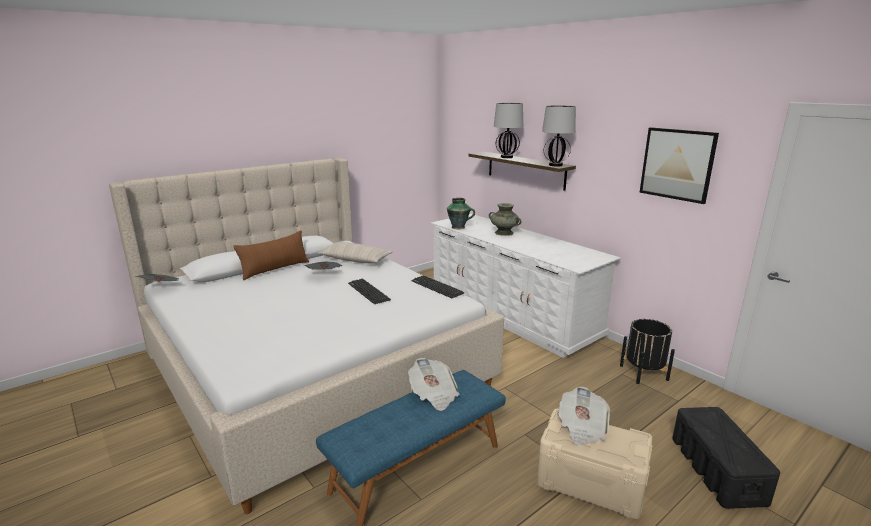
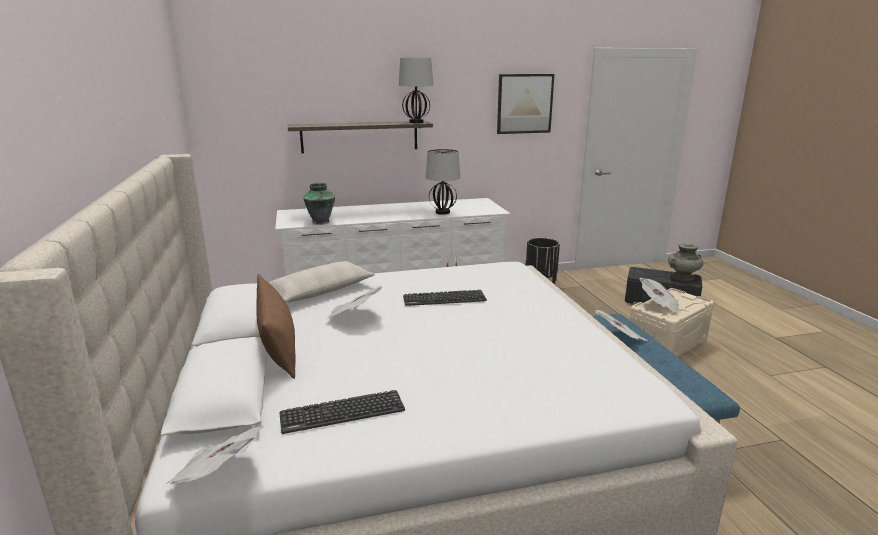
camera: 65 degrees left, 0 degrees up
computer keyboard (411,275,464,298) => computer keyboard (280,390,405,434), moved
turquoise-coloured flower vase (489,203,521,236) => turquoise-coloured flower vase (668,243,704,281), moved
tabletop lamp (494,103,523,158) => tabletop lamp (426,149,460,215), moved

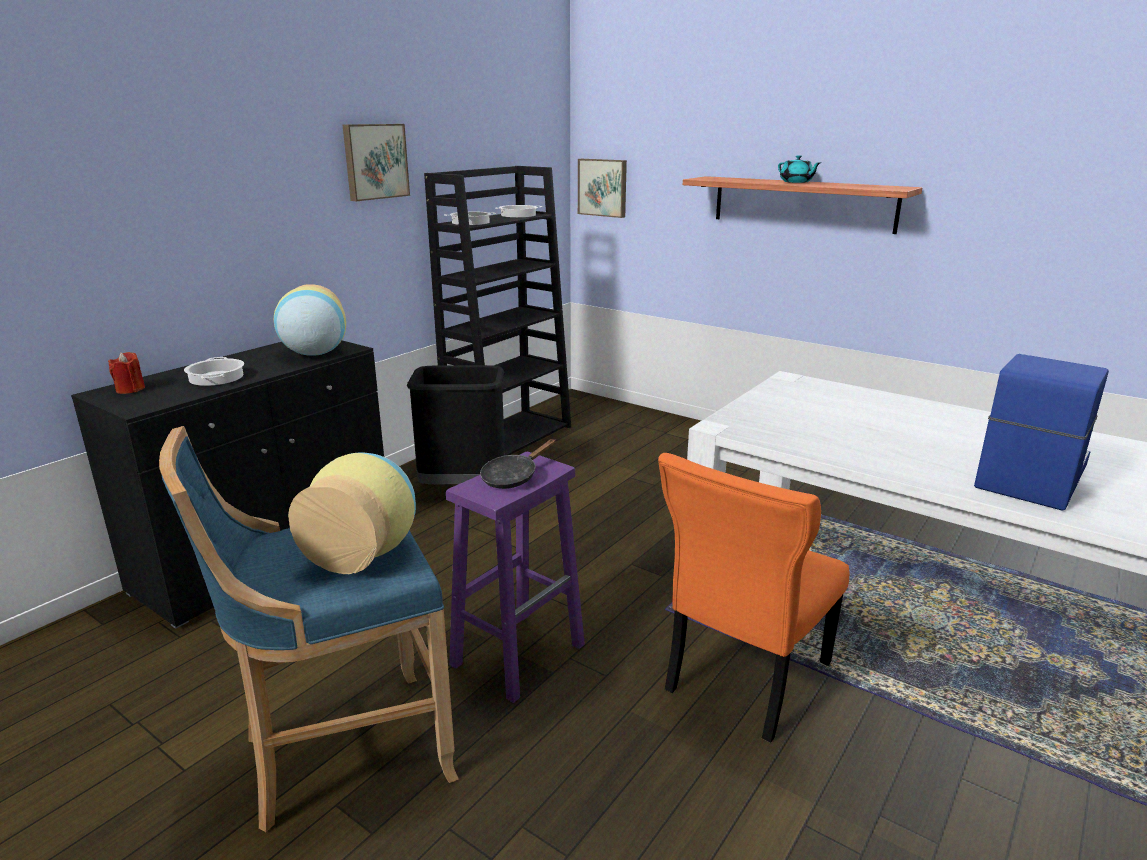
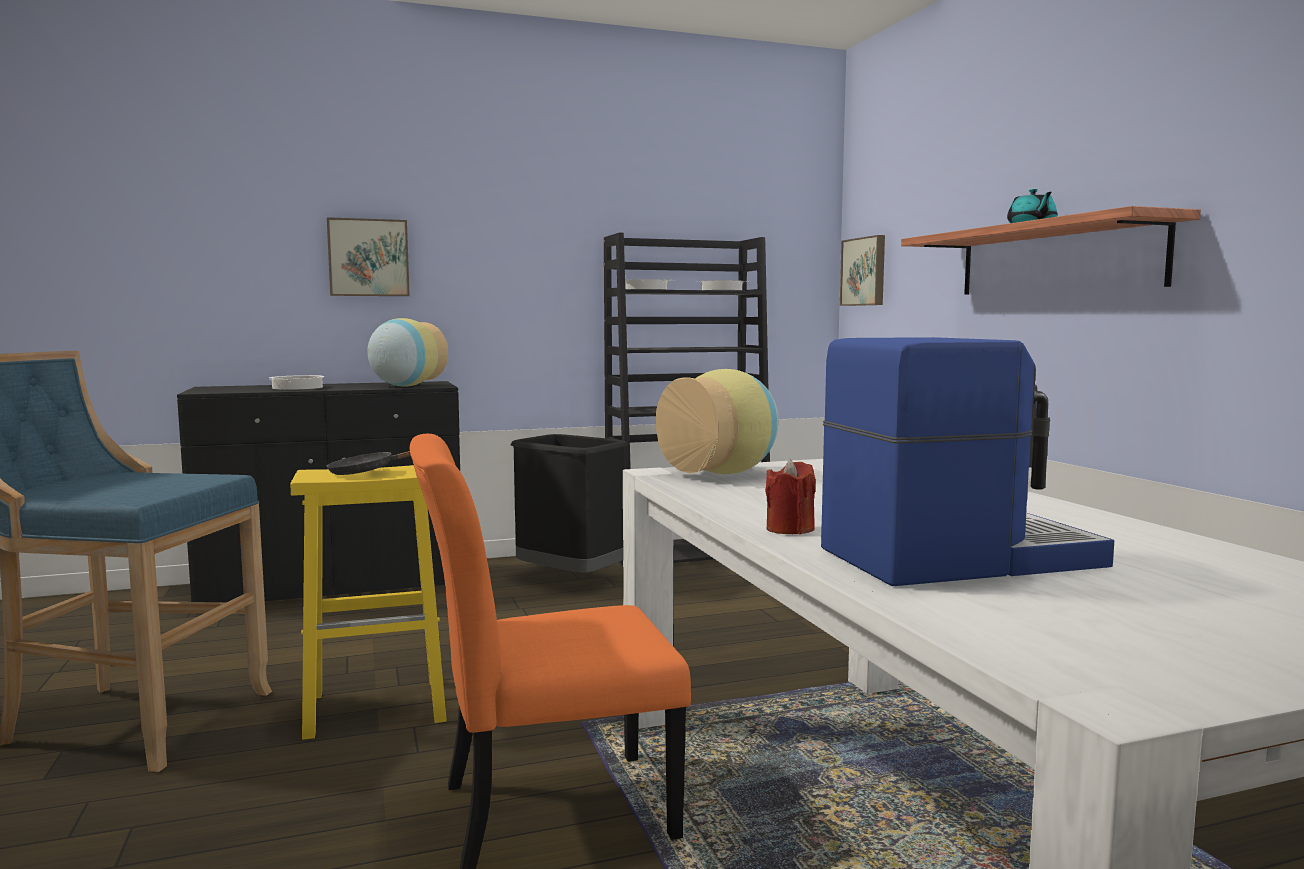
camera: 35 degrees right, 15 degrees down
red candle (108,352,145,394) => red candle (765,459,816,534), moved
flower vase (288,452,416,574) => flower vase (656,369,779,474), moved
wall picture (343,124,410,201) => wall picture (327,217,410,296), moved
purple-coloured stool seat (446,452,585,703) => yellow-coloured stool seat (291,465,447,740)

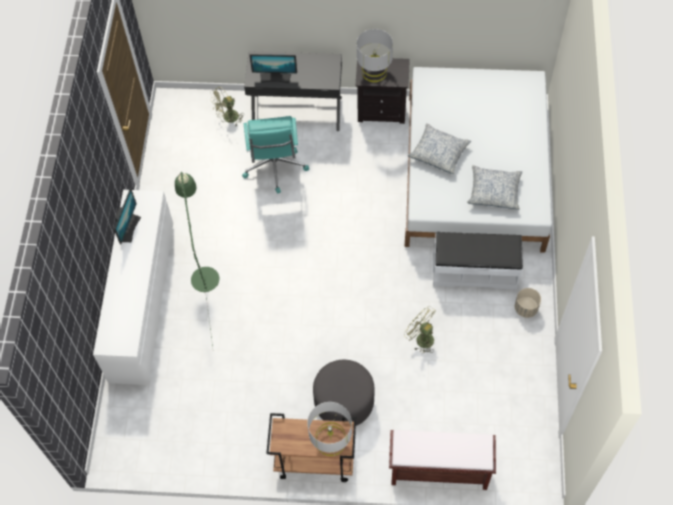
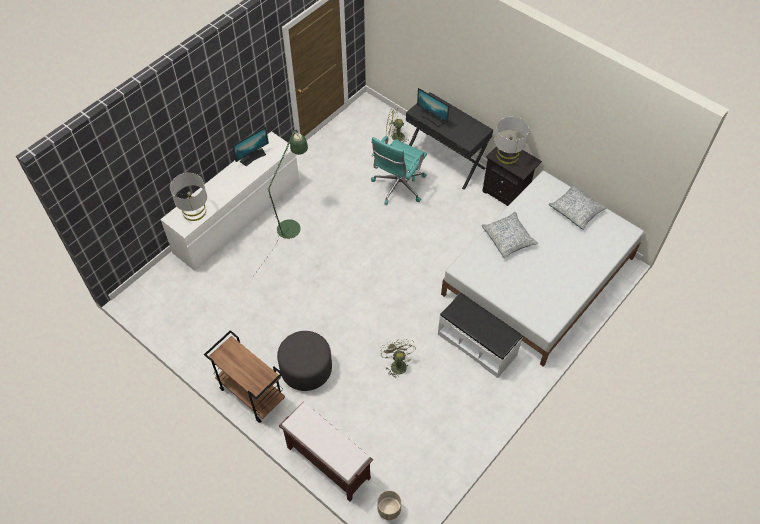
camera: 35 degrees right, 5 degrees down
greyish tabletop lamp (307,402,352,456) => greyish tabletop lamp (170,173,207,221), moved
throw pillow (467,165,522,209) => throw pillow (549,184,607,230), moved
beige plant pot (515,288,541,318) => beige plant pot (377,491,401,520), moved

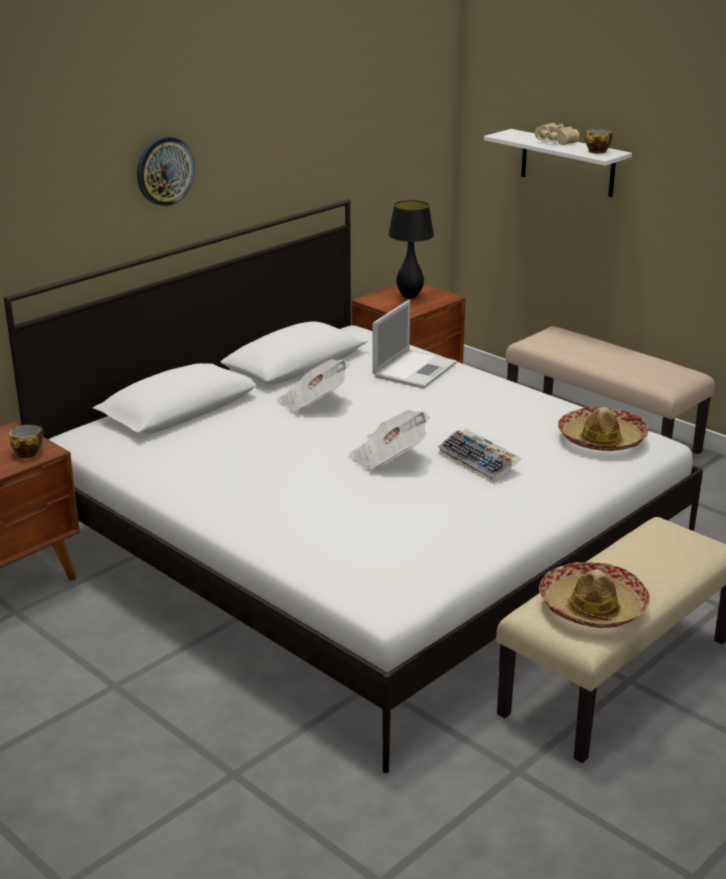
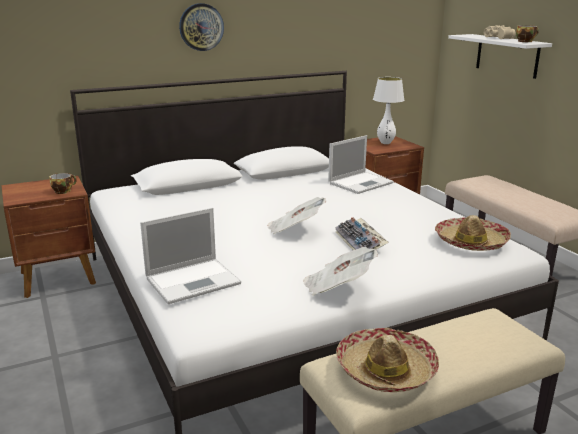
camera: 20 degrees right, 5 degrees down
nothing => laptop (140,208,241,304)
daily paper (277,359,350,412) => daily paper (303,246,378,296), moved
black tabletop lamp (388,200,434,299) => whitish tabletop lamp (373,77,404,144)

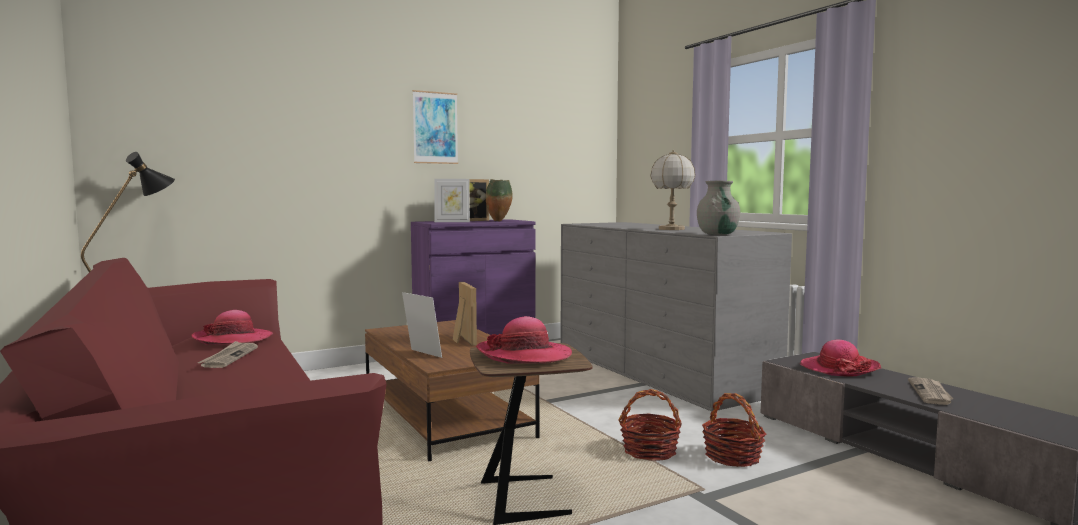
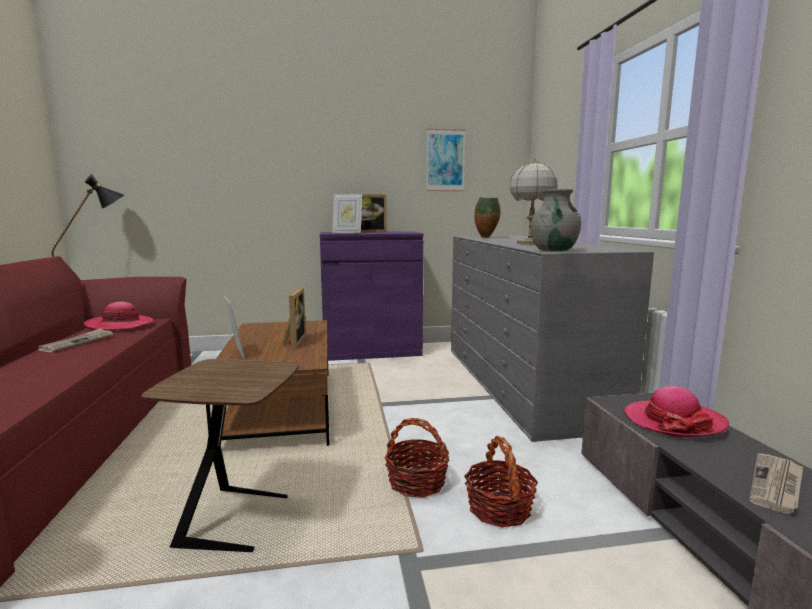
camera: 20 degrees right, 5 degrees up
hat (476,316,572,363) => nothing
wall picture (412,90,458,164) => wall picture (426,129,465,191), moved
flower vase (486,179,513,221) => flower vase (474,197,501,238), moved

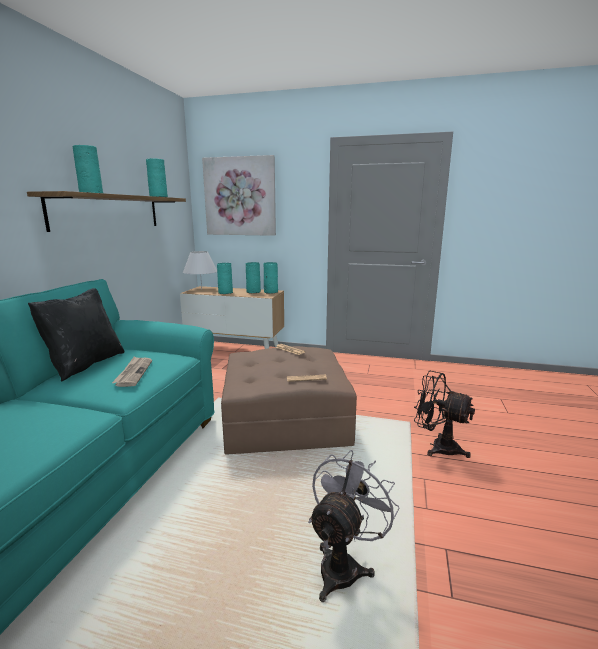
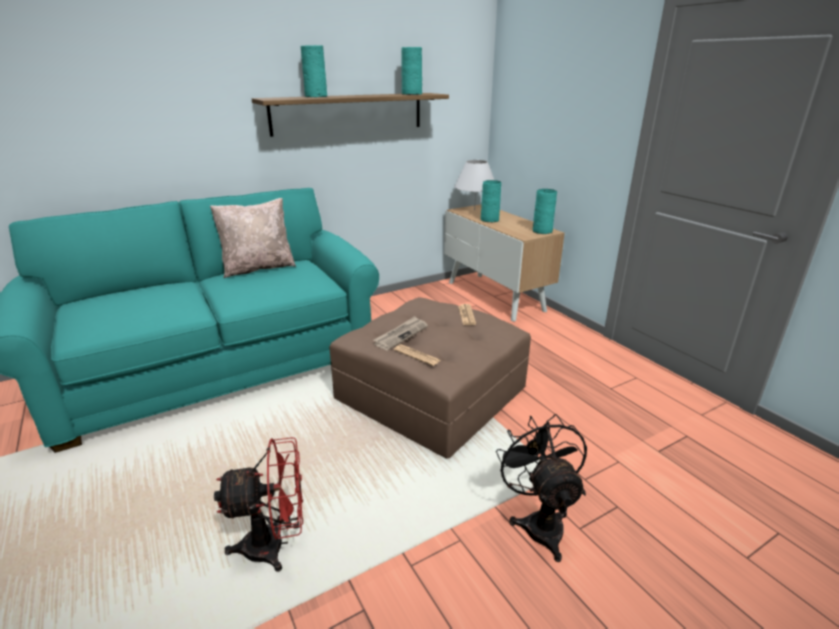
camera: 45 degrees right, 10 degrees up
wall picture (202,155,276,236) => nothing
turquoise-coloured flower vase (246,262,261,293) => nothing
daily paper (112,357,152,387) => daily paper (373,316,428,350), moved
black throw pillow (28,288,124,382) => beige throw pillow (210,198,296,278)
greyish electric fan (308,450,400,602) => red electric fan (214,437,303,572)

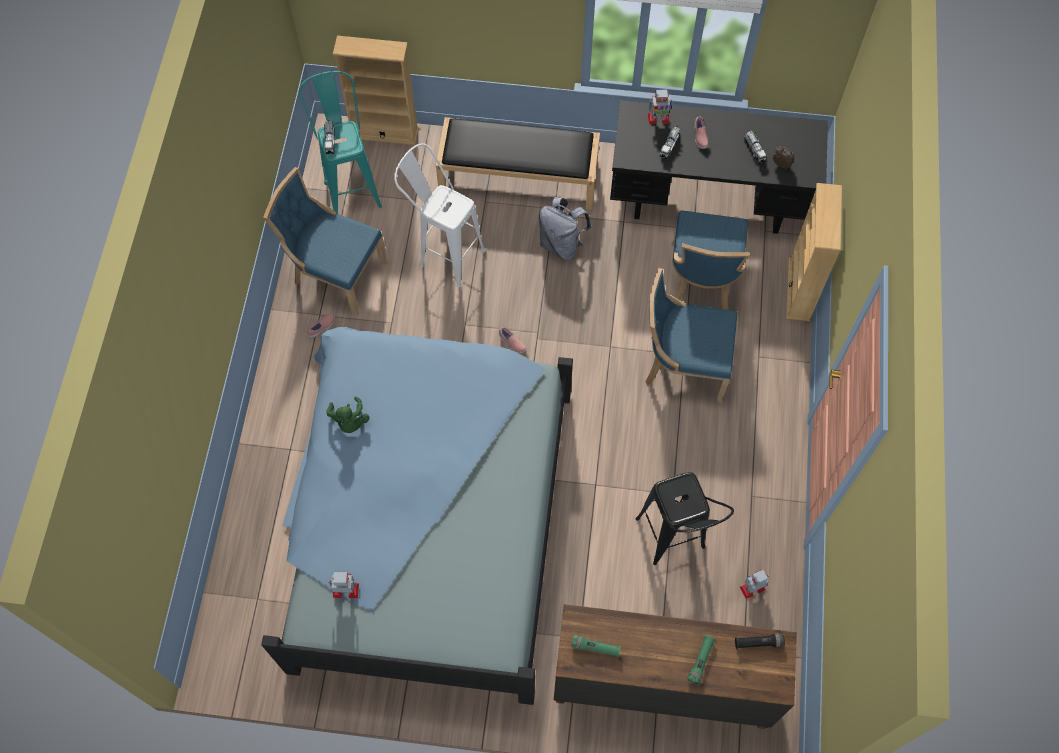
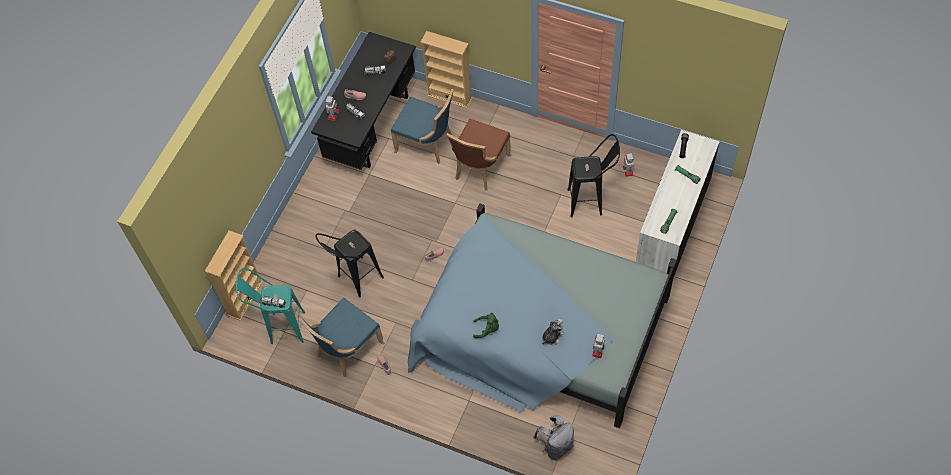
camera: 70 degrees left, 5 degrees down
black indoor bench (436,117,600,210) => nothing
nothing => cuddly toy (542,319,564,345)
greyish backpack (539,197,591,260) => greyish backpack (534,415,574,460), moved
whitish stool seat (394,143,485,287) => black stool seat (315,230,384,297)
brownish chest of drawers (554,604,797,729) => whitish chest of drawers (636,130,720,275)
bluish upright chair (645,268,737,403) => brownish upright chair (446,119,511,191)

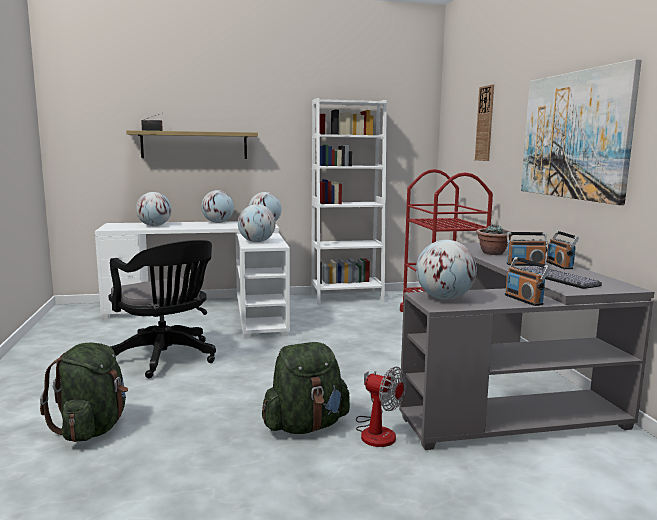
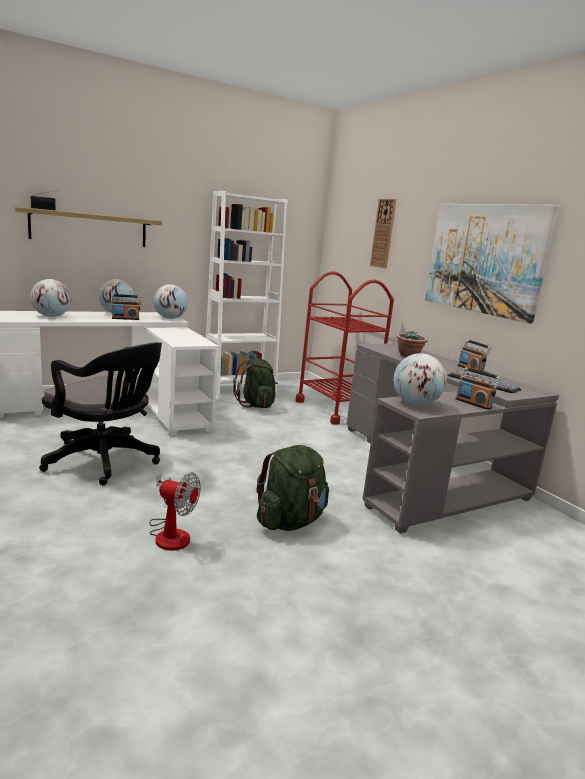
camera: 20 degrees left, 5 degrees up
world globe (238,204,276,242) => nothing
green backpack (40,342,128,442) => green backpack (233,358,278,408), moved
electric fan (356,367,406,447) => electric fan (149,472,201,551), moved
radio set (507,232,547,266) => radio set (111,294,141,320), moved

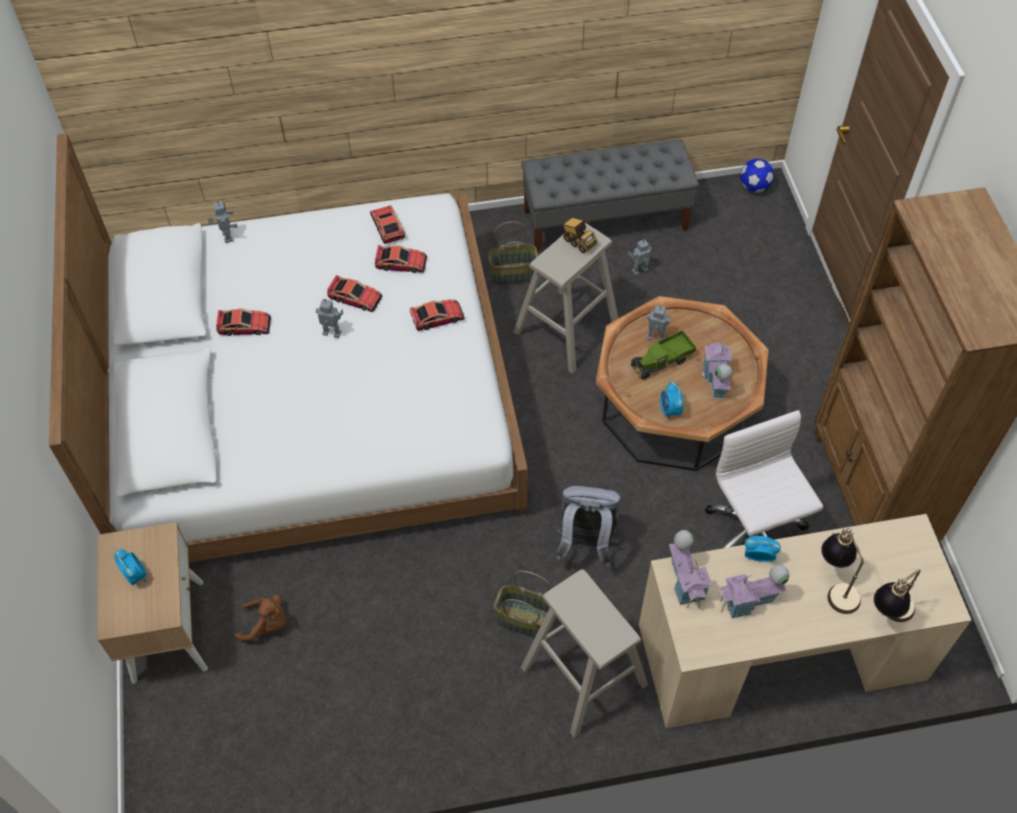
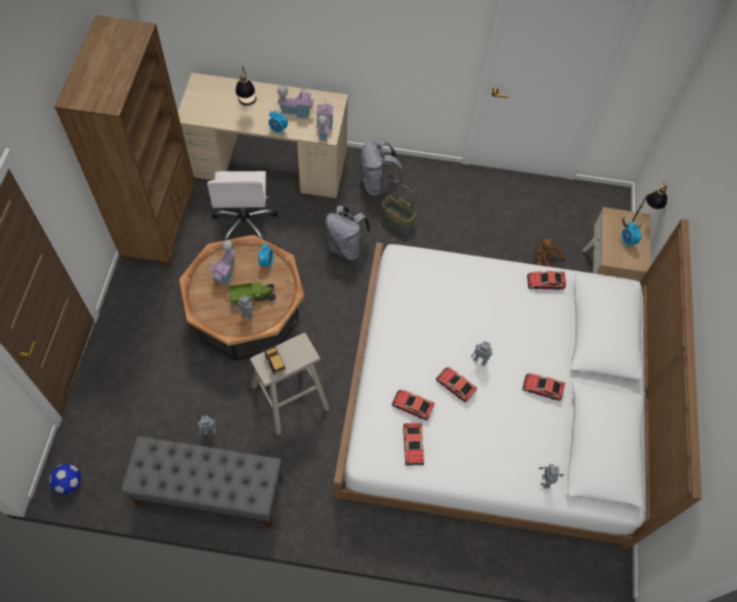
camera: 165 degrees left, 5 degrees up
household basket (488,221,538,285) => nothing
miniature car (410,299,465,331) => miniature car (527,271,566,290), moved
tabletop lamp (874,569,921,622) => tabletop lamp (622,182,667,228), moved
beige stool seat (521,569,648,738) => greyish backpack (360,140,403,196)

